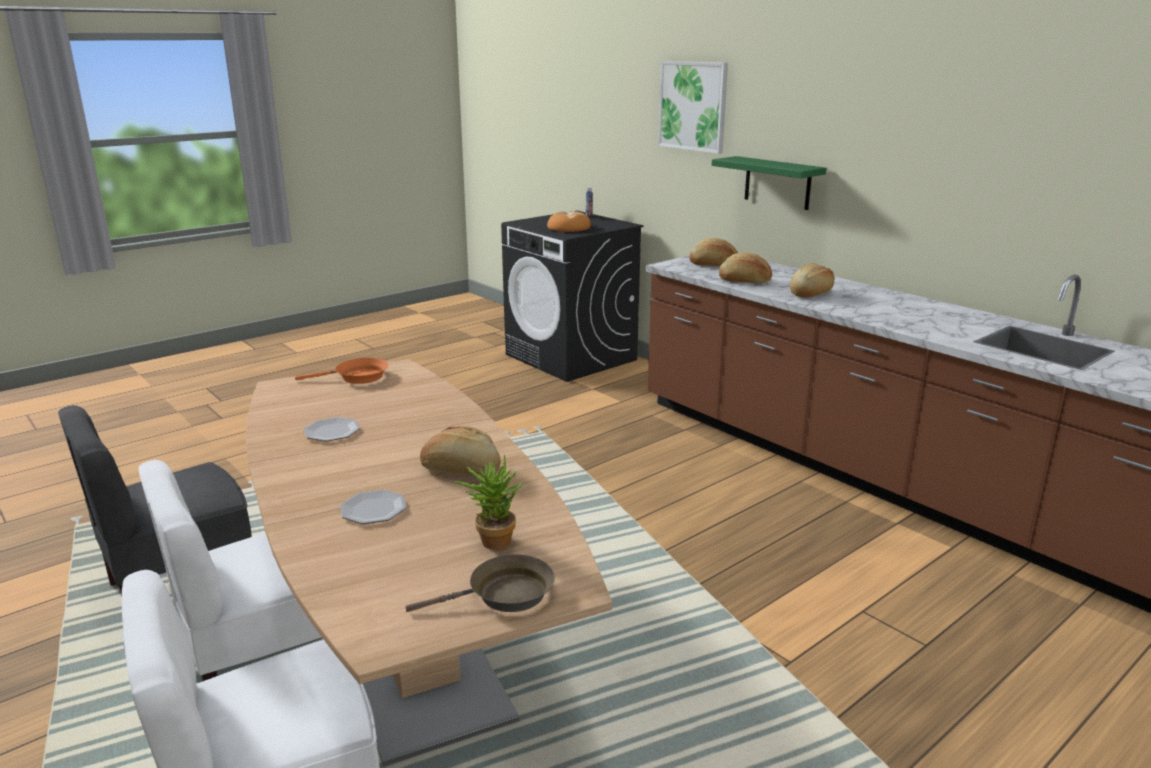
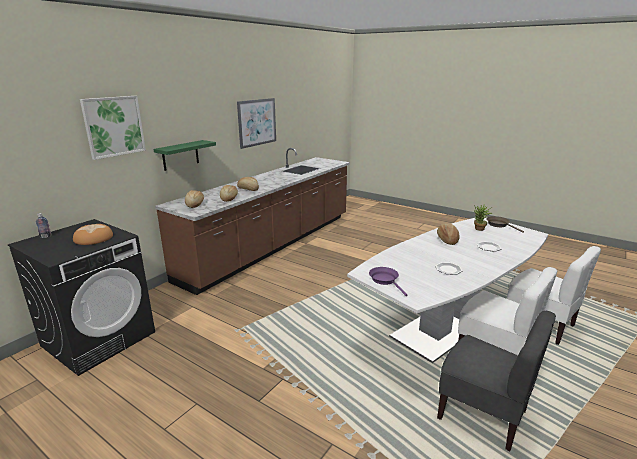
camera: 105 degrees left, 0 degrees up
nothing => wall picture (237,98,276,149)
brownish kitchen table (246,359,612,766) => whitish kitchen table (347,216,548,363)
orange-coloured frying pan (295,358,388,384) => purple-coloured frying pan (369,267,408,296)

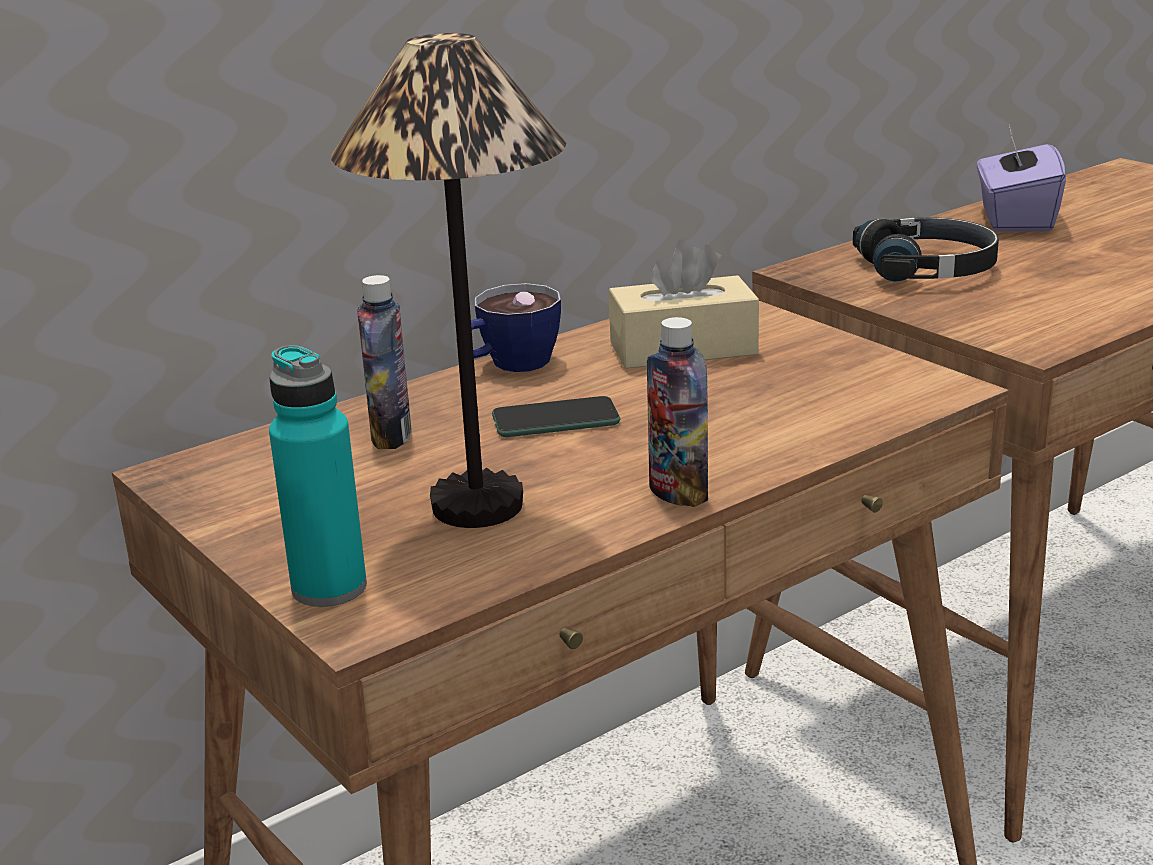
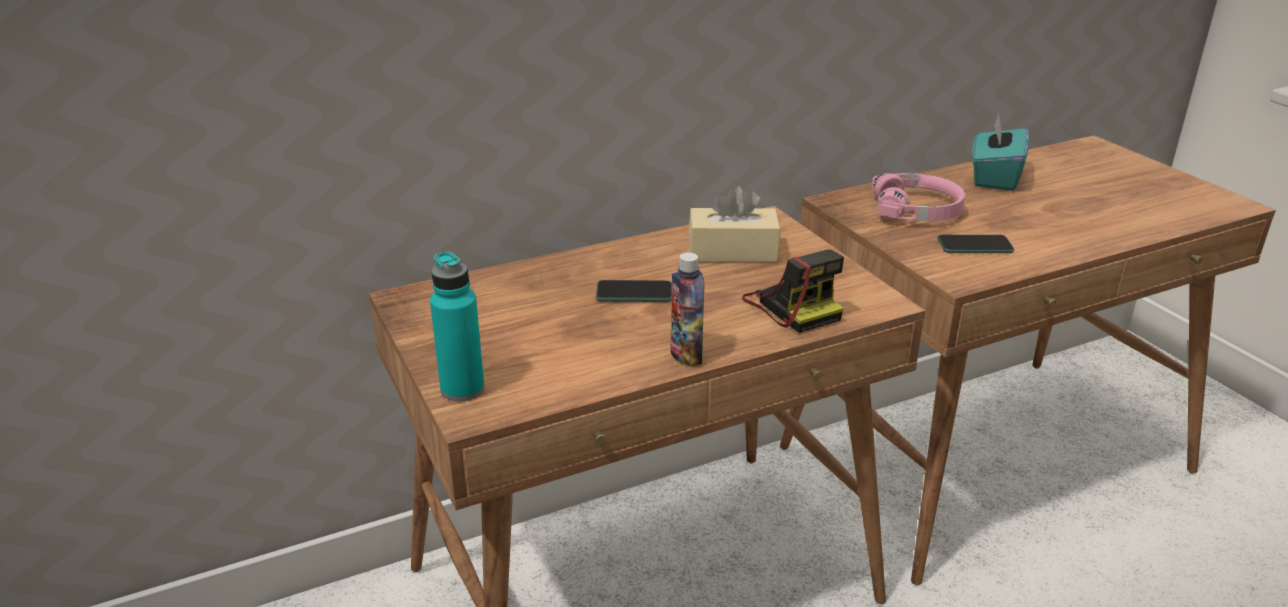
camera: 10 degrees right, 5 degrees up
tabletop lamp (331,33,566,528) => nothing
bottle (357,275,412,449) => nothing
small cup (471,283,561,372) => nothing
nothing => still camera (742,249,844,333)
nothing => handset (937,235,1014,253)
black headphones (853,217,999,281) => pink-coloured headphones (872,173,965,221)
purple-coloured tissue box (977,125,1066,232) => turquoise-coloured tissue box (972,114,1029,191)

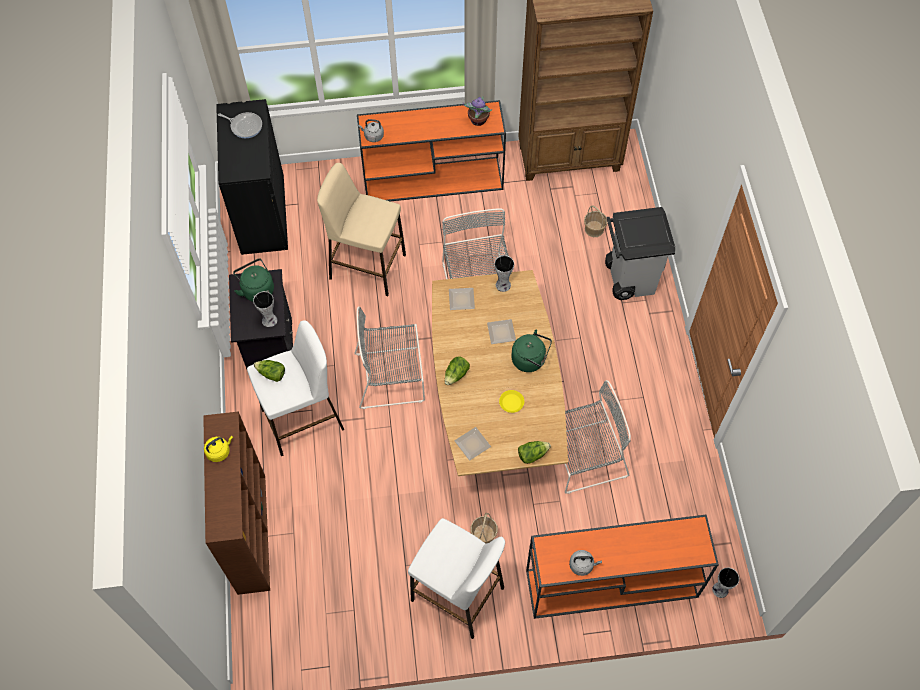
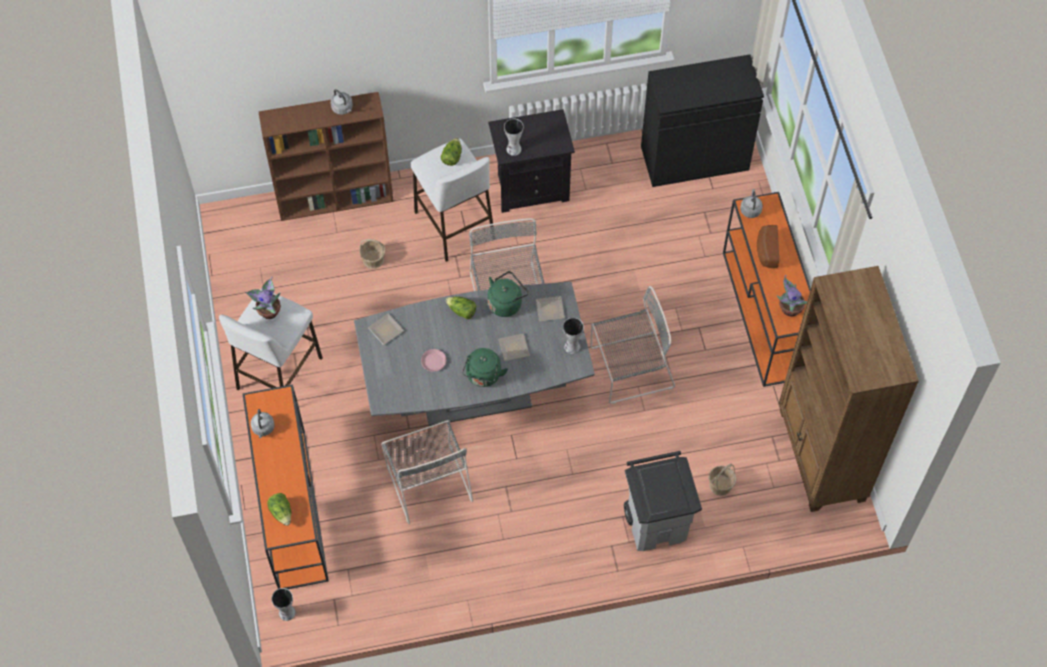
camera: 85 degrees right, 0 degrees up
frying pan (218,112,262,138) => nothing
beige stool seat (317,163,406,296) => nothing
nothing => potted plant (245,277,281,319)
nothing => bread (757,225,779,268)
green tea kettle (233,258,274,302) => green tea kettle (487,271,528,317), moved
household basket (470,513,498,543) => household basket (359,239,385,269), moved
lettuce (518,441,551,464) => lettuce (267,493,291,526), moved
yellow-coloured tea kettle (204,436,233,462) => greyish tea kettle (331,89,353,115)
brownish kitchen table (432,270,568,476) => greyish kitchen table (354,282,595,426)
yellow-coloured dinner plate (499,390,524,413) => pink-coloured dinner plate (421,349,446,372)

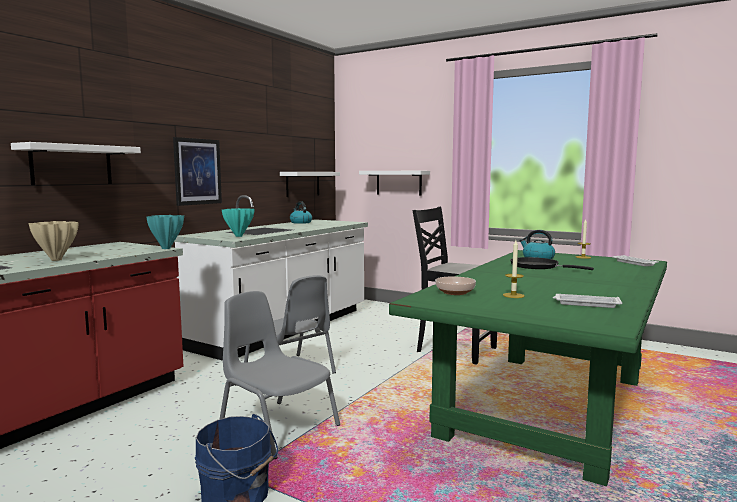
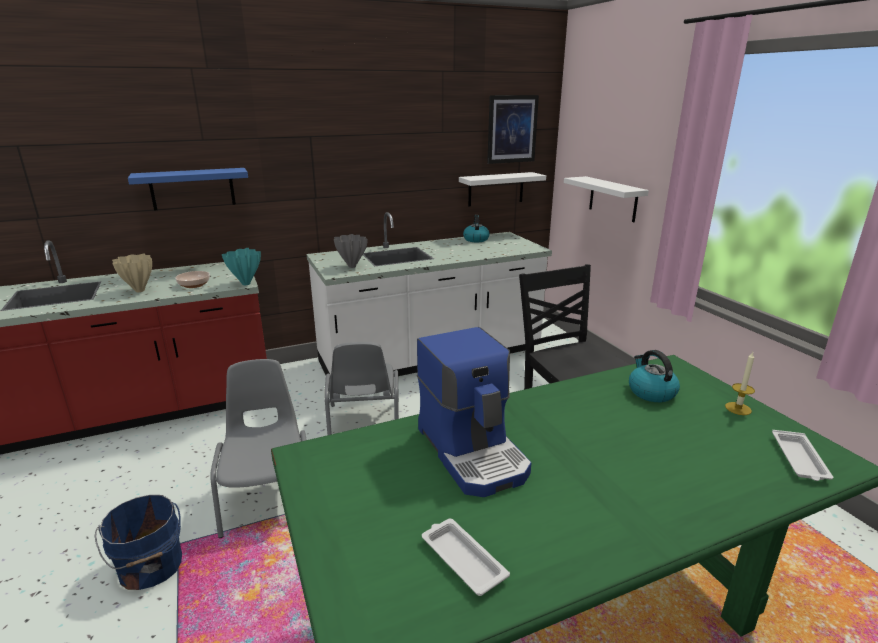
camera: 35 degrees right, 15 degrees up
candle (503,241,525,298) => nothing
black frying pan (510,257,594,270) => nothing
nothing => coffee machine (417,327,531,497)
wall picture (173,137,222,206) => wall picture (487,95,539,164), moved
deep dish (435,276,476,295) => deep dish (175,271,210,288), moved
whitish bracket shelf (11,142,141,185) => bluish bracket shelf (128,168,248,211)
turquoise-coloured flower vase (222,208,255,237) => greyish flower vase (334,234,368,268)

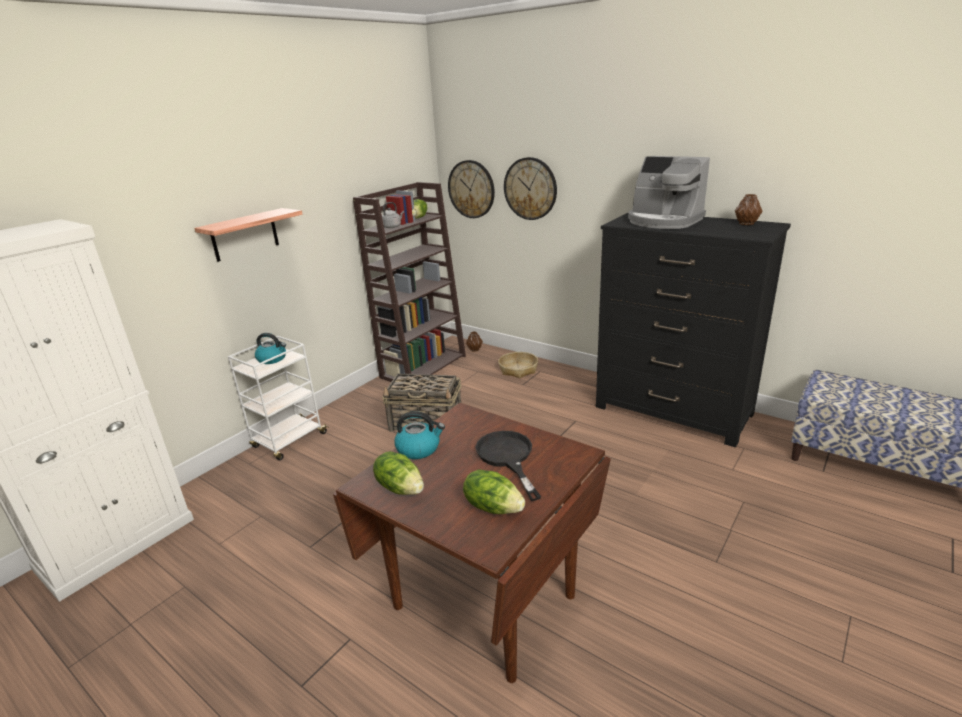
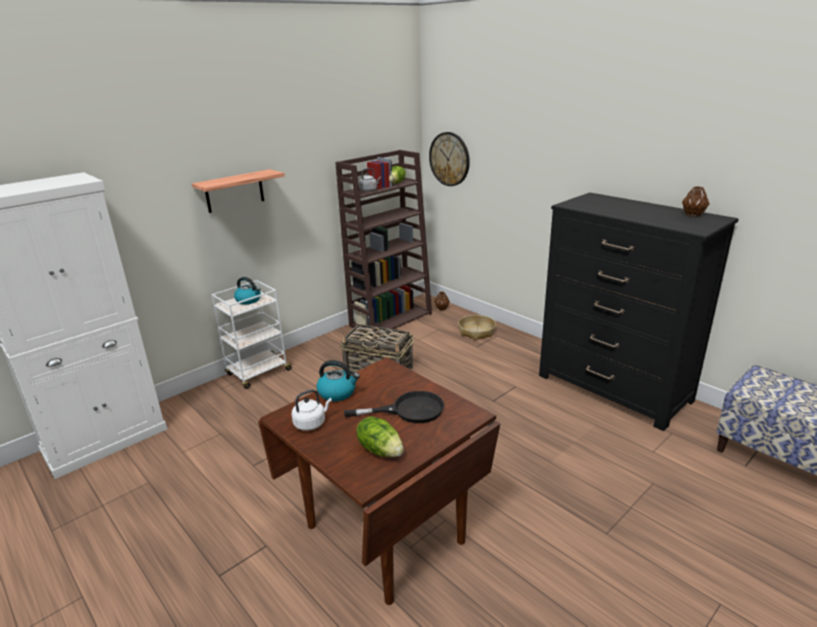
camera: 10 degrees right, 0 degrees up
hanging clock (504,157,557,220) => nothing
coffee machine (628,156,710,229) => nothing
lettuce (373,451,424,495) => whitish tea kettle (292,389,332,431)
black frying pan (475,431,541,501) => black frying pan (344,391,444,423), 90 degrees clockwise

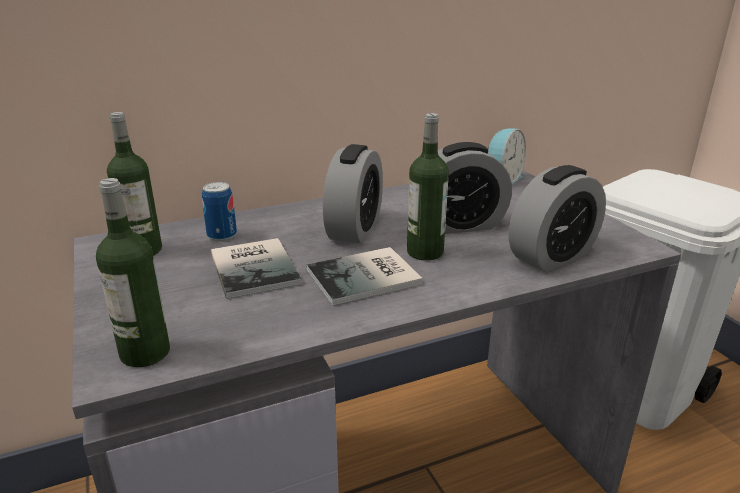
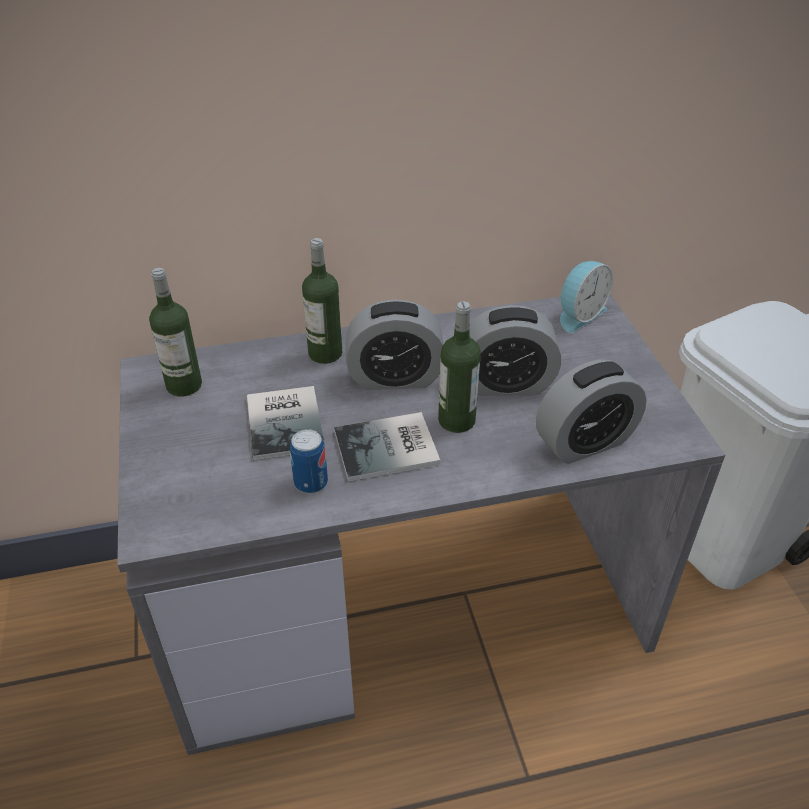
camera: 10 degrees right, 15 degrees up
bottle (96,178,170,367) => bottle (302,238,342,364), moved
can (202,182,237,241) => can (290,429,328,494), moved
alarm clock (323,144,383,244) => alarm clock (346,299,443,390), 60 degrees clockwise

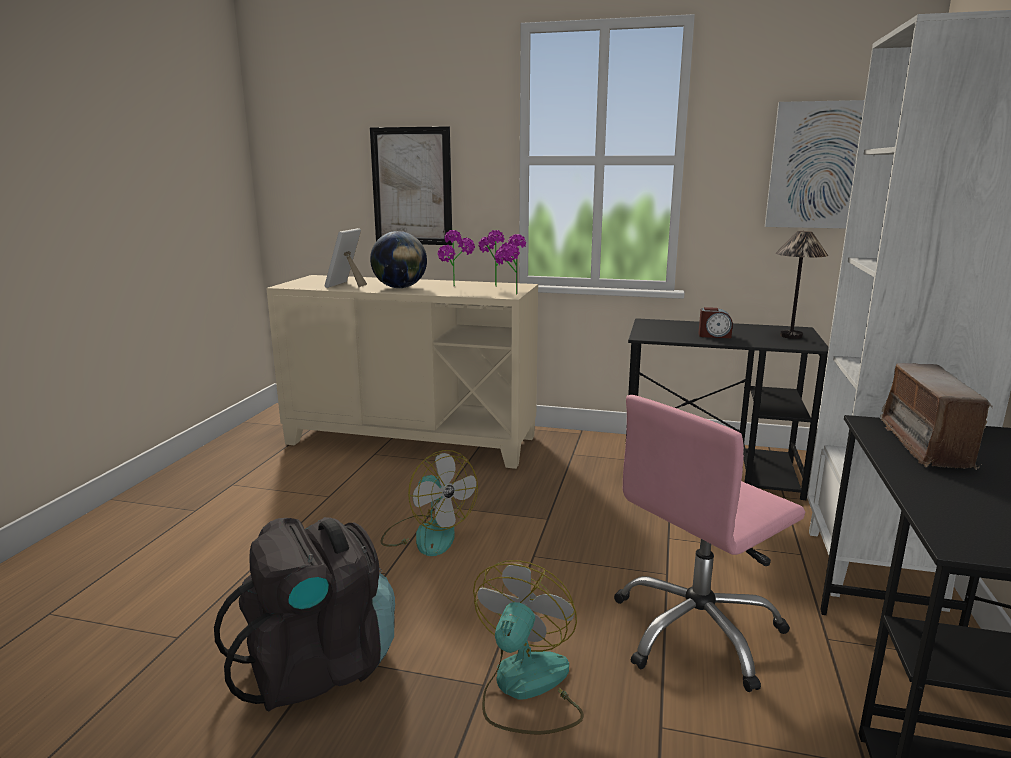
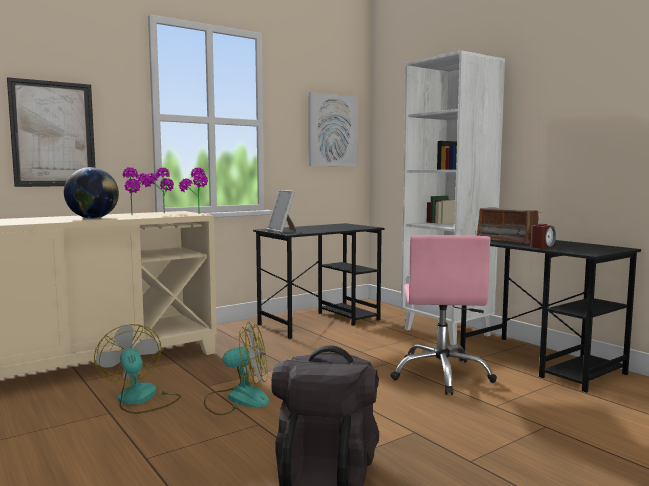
camera: 50 degrees left, 10 degrees down
tabletop lamp (775,231,828,339) => nothing
photo frame (325,228,367,288) => photo frame (267,190,297,232), moved
electric fan (473,560,584,734) => electric fan (94,324,181,414), moved
alarm clock (698,307,733,338) => alarm clock (531,224,556,249), moved

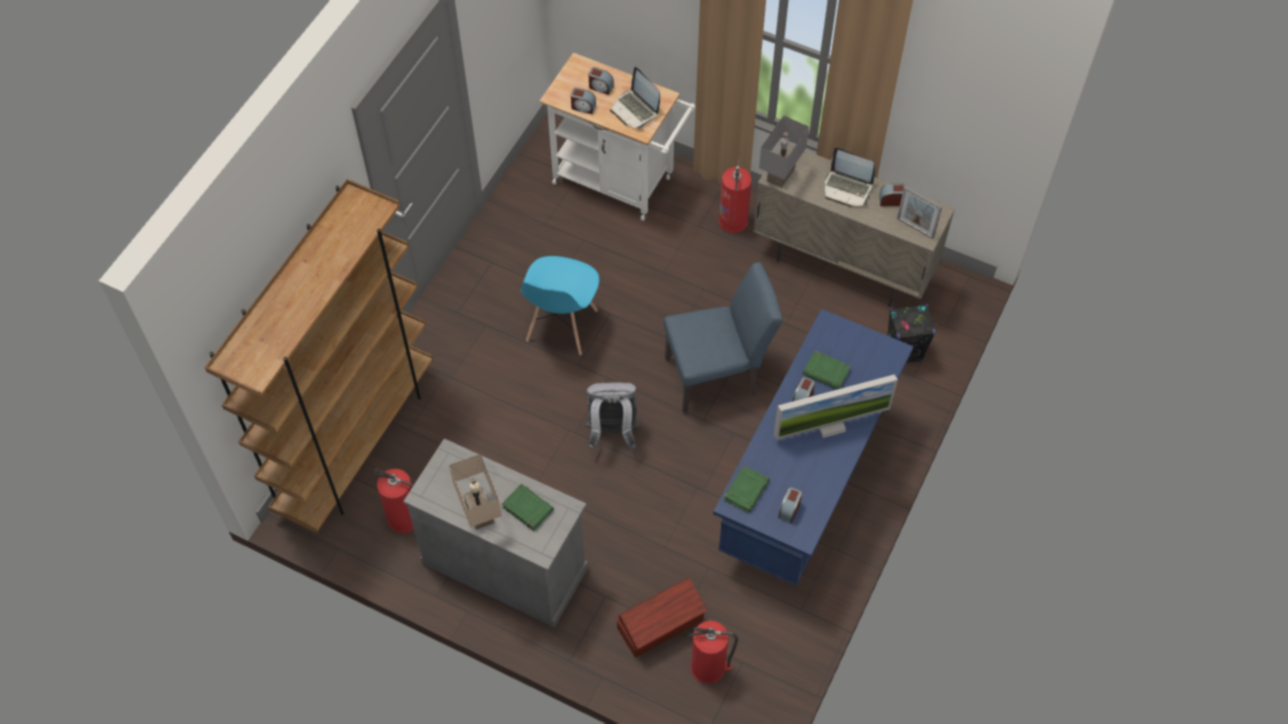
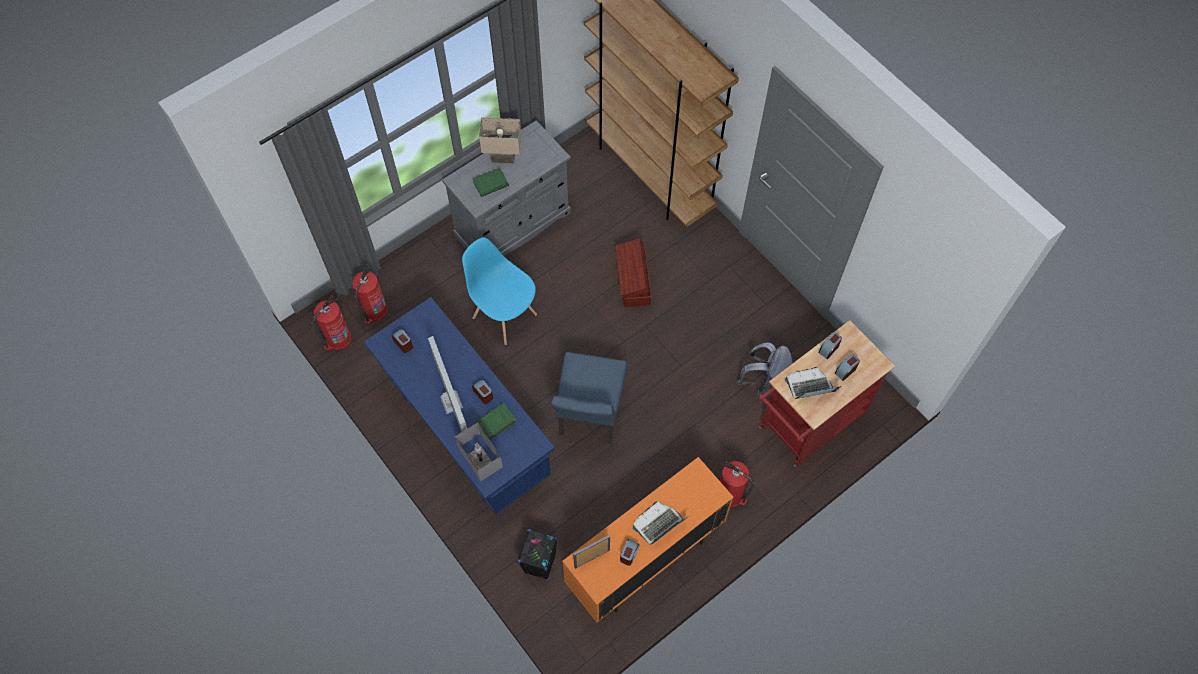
camera: 115 degrees right, 5 degrees up
green volume (724,465,770,513) => nothing
extinguisher (373,468,414,533) => extinguisher (312,295,352,351), moved
bluish upright chair (520,256,599,355) => bluish upright chair (462,237,537,345), moved
greyish backpack (584,382,640,449) => greyish backpack (738,342,793,401), moved
brownish storage bin (617,578,707,658) => brownish storage bin (615,238,651,307), moved
greyish tabletop lamp (759,115,809,188) => greyish tabletop lamp (455,423,503,481), moved
whitish cart (539,53,696,221) => red cart (759,320,895,467)
beige cupboard (753,144,955,307) => orange-coloured cupboard (562,457,733,622)
computer display (774,374,898,440) => computer display (428,336,467,432), 150 degrees clockwise

